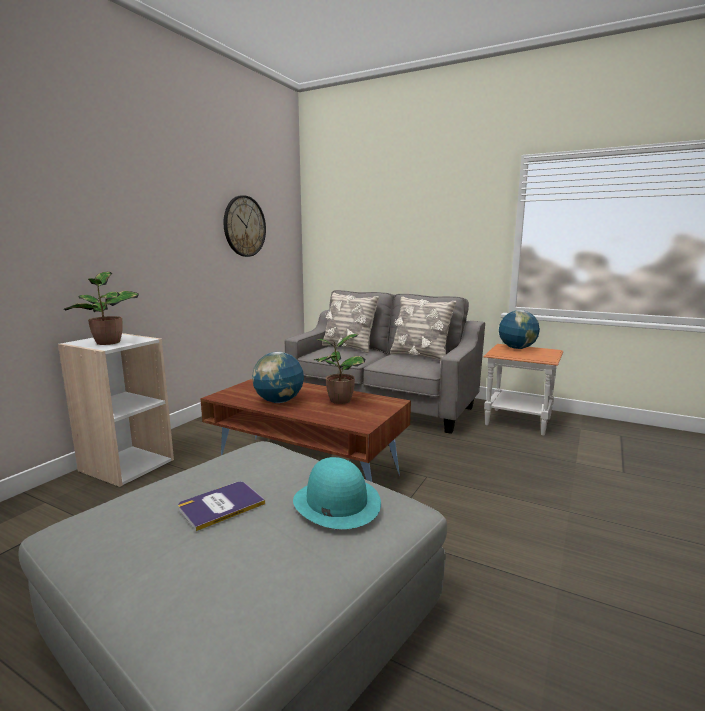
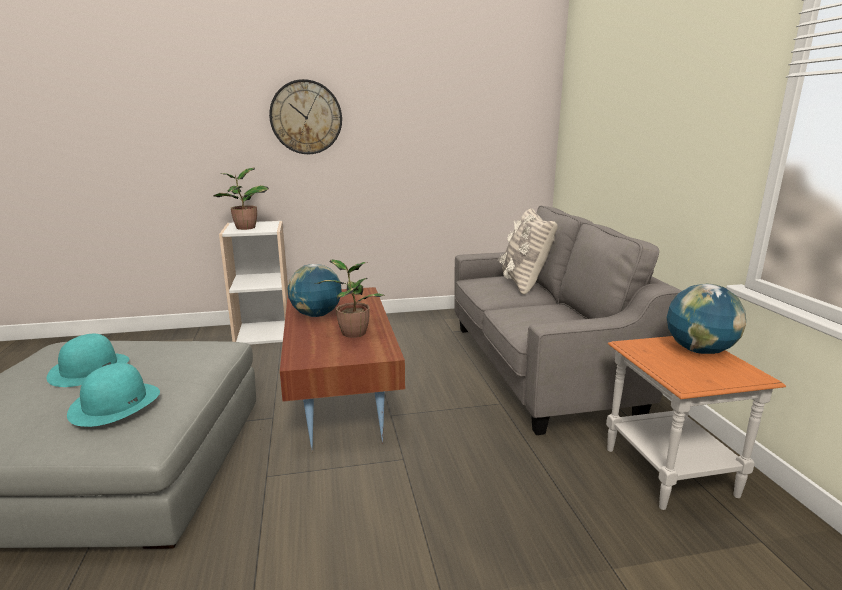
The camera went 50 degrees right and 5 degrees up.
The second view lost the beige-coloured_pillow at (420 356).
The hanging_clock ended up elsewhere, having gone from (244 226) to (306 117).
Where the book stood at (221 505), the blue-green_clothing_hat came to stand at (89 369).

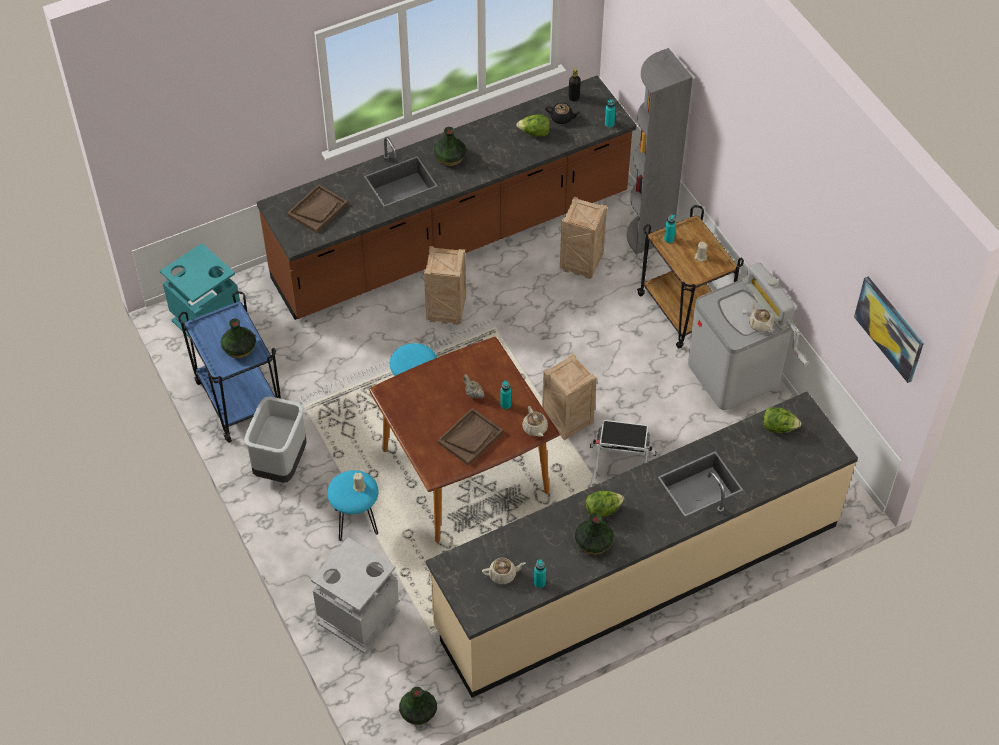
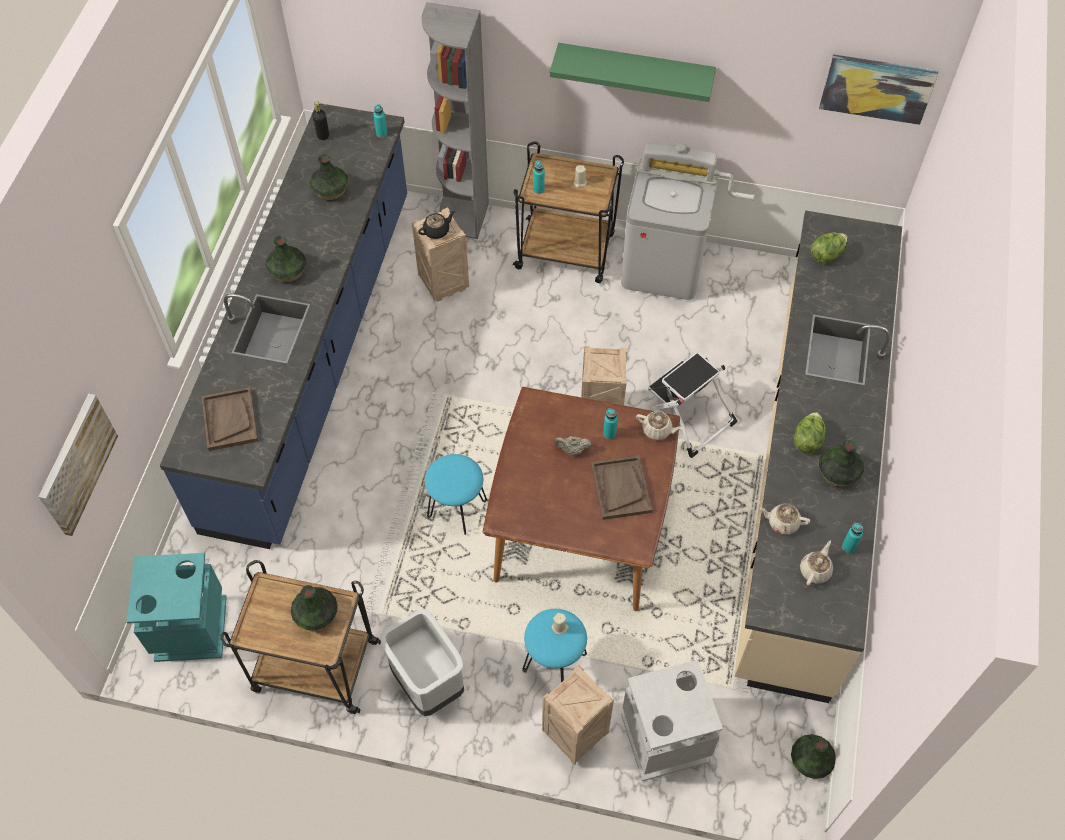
The camera went 50 degrees left and 5 degrees up.
The second view gained the picture at (76 464).
The second view gained the green_bracket_shelf at (635 69).
The crate ended up elsewhere, having gone from (447 311) to (575 732).
The black-coloured_pot_for_tea ended up elsewhere, having gone from (562 118) to (437 231).
The beige-coloured_pot_for_tea ended up elsewhere, having gone from (760 324) to (782 522).
Where the head_of_lettuce stood at (534 133), the vase came to stand at (331 191).
What was the blue_trolley at (239 399) turned into the brown_trolley at (314 665).
What was the brown_kitchen_base_unit at (452 239) turned into the blue_kitchen_base_unit at (313 356).

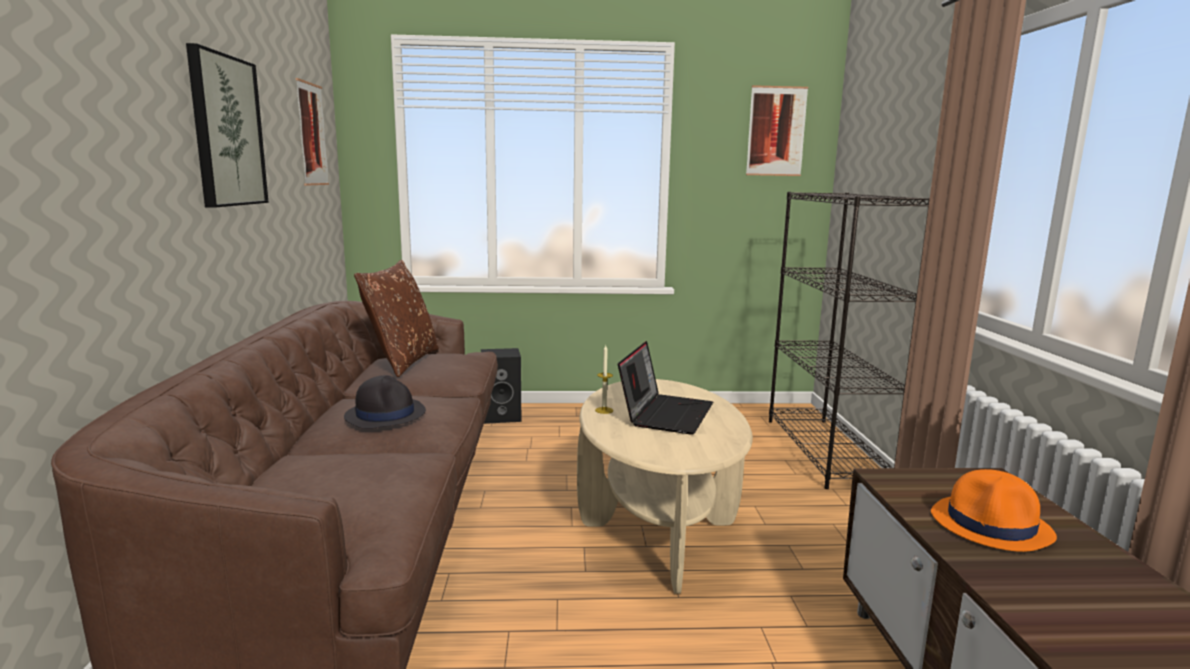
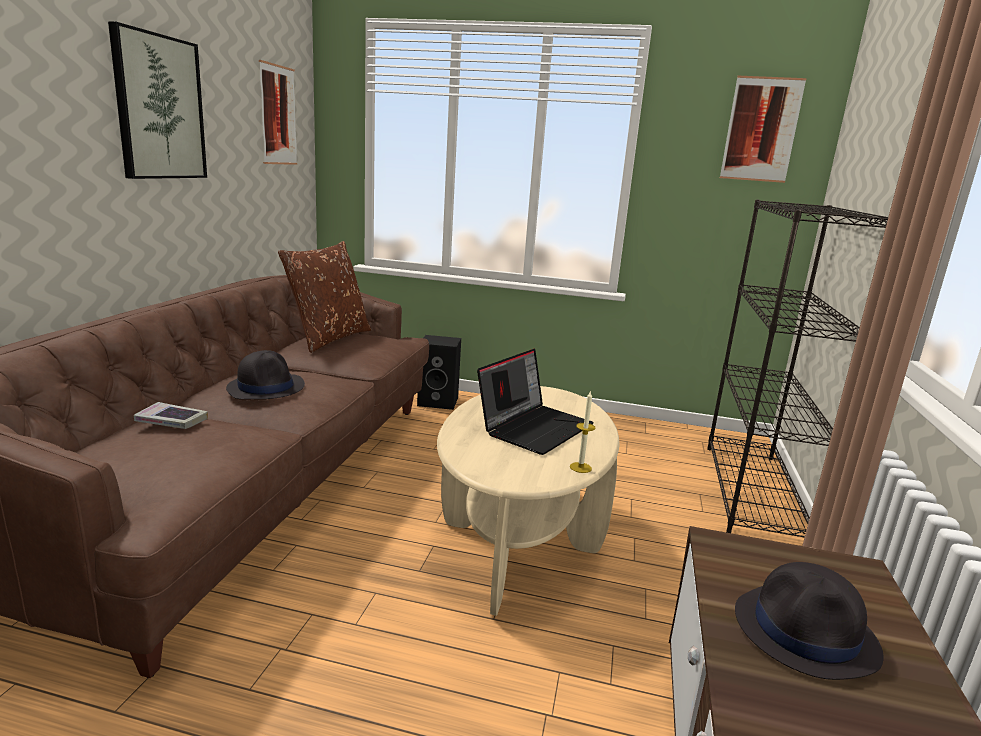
The camera went 15 degrees right and 5 degrees up.
The second view gained the book at (171 421).
The wax_candle ended up elsewhere, having gone from (604 410) to (580 467).
What was the orange_clothing_hat at (991 525) turned into the black-coloured_clothing_hat at (806 632).

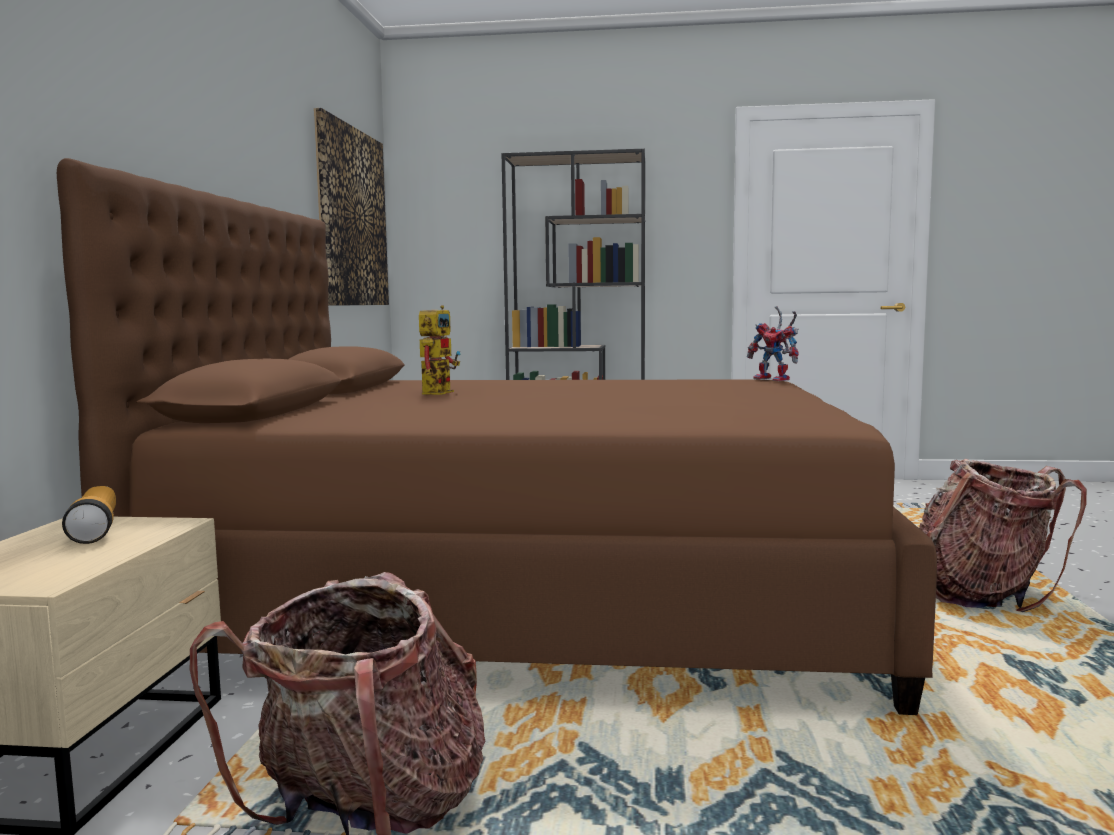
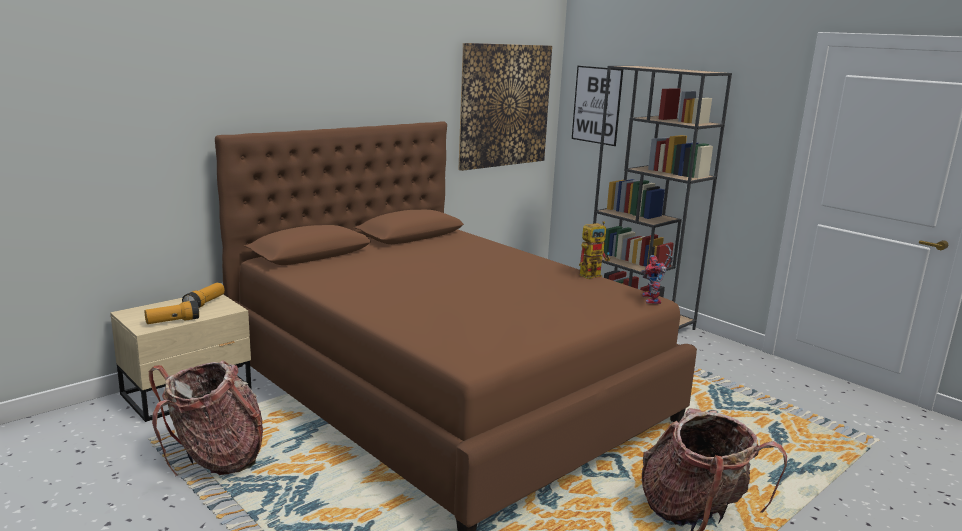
The camera went 40 degrees right and 10 degrees up.
The second view gained the hand_torch at (173 321).
The second view gained the picture at (596 105).
The model_robot ended up elsewhere, having gone from (438 392) to (593 274).

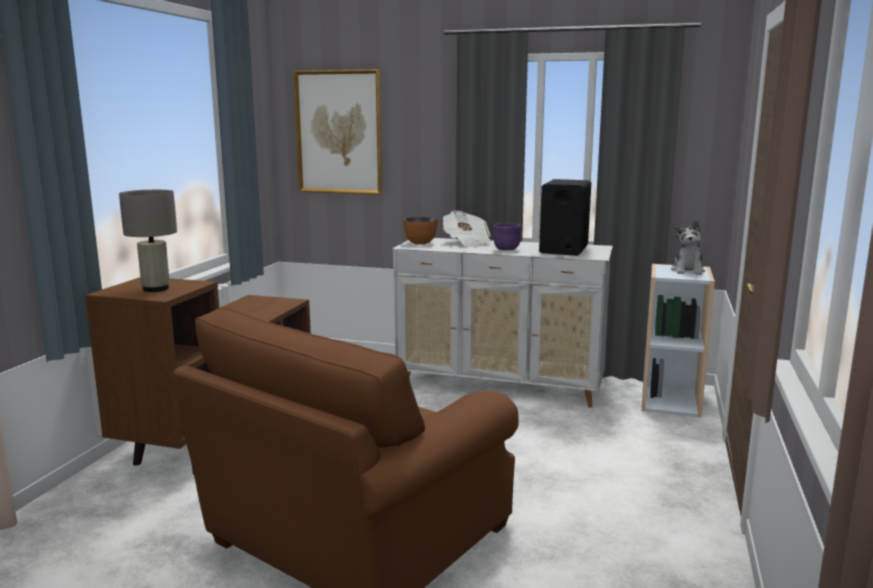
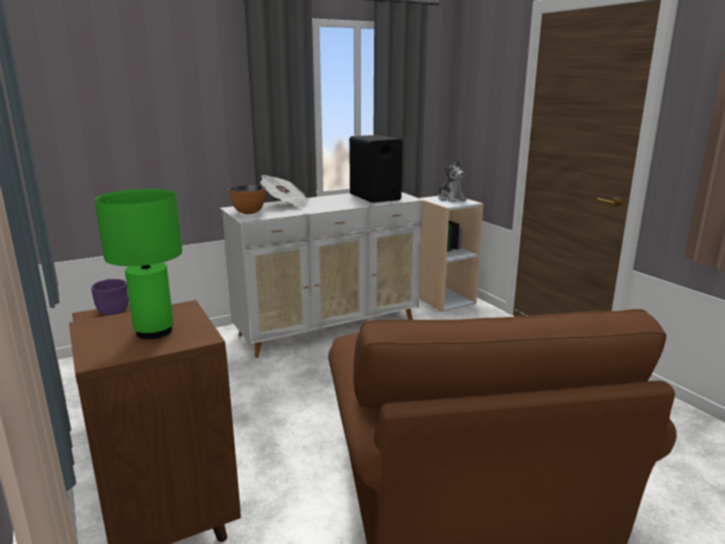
The camera went 45 degrees left and 5 degrees up.
The second view lost the picture at (339 132).
The purple_bowl ended up elsewhere, having gone from (506 249) to (112 312).
What was the greyish_table_lamp at (156 289) turned into the green_table_lamp at (155 331).

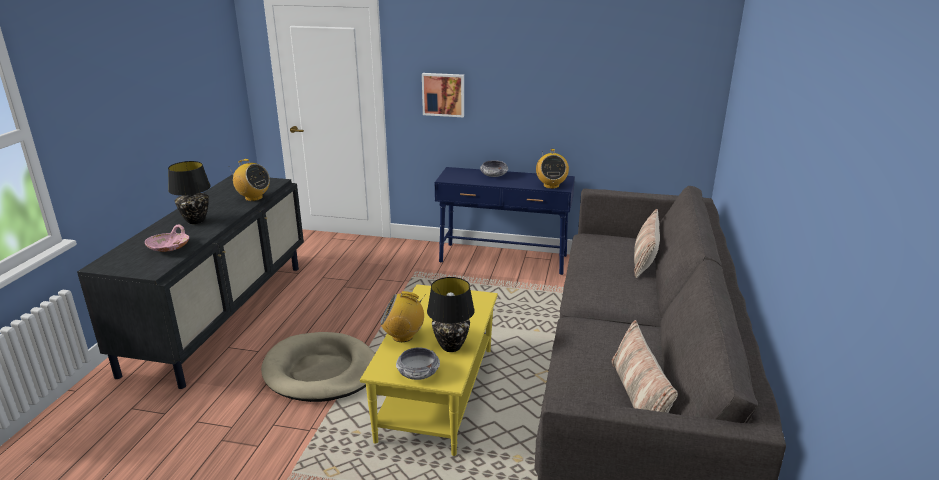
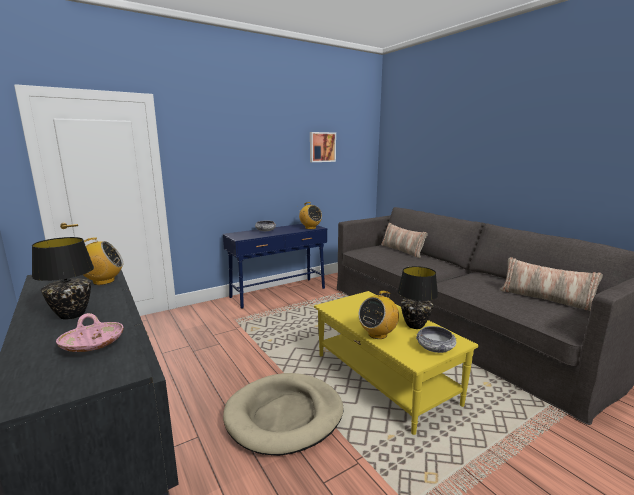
The camera went 45 degrees left and 10 degrees down.
The picture ended up elsewhere, having gone from (443 94) to (322 147).

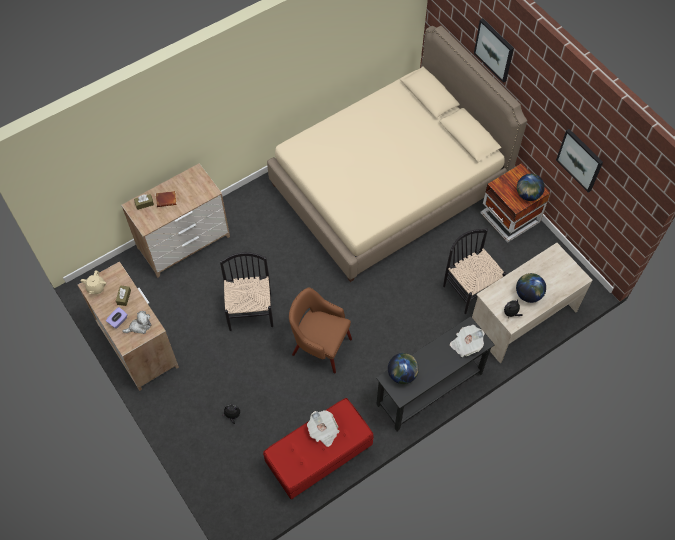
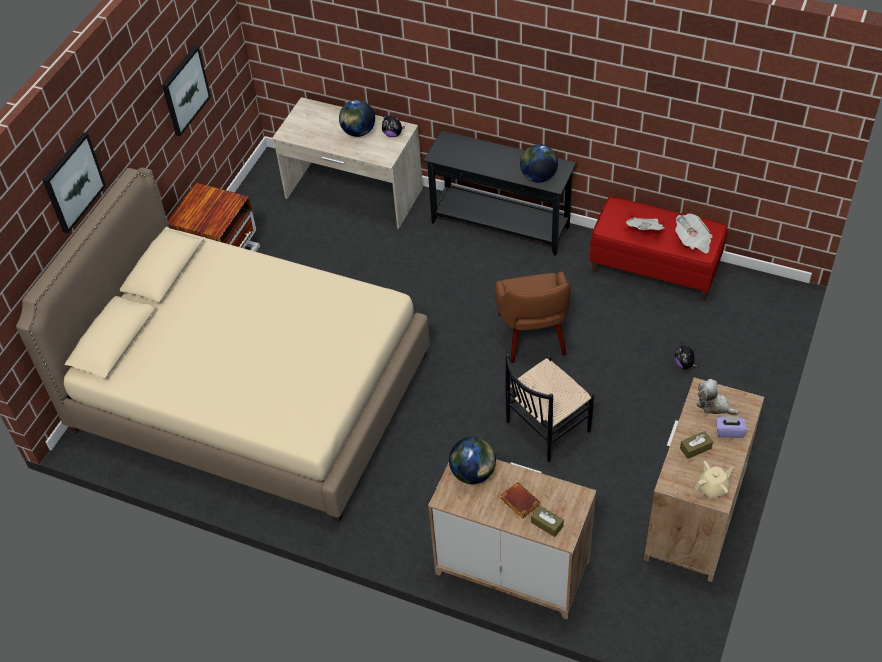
The camera went 120 degrees left and 10 degrees down.
The second view lost the black-coloured_upright_chair at (469 288).
The newspaper ended up elsewhere, having gone from (466 344) to (693 241).
The world_globe ended up elsewhere, having gone from (528 195) to (473 473).

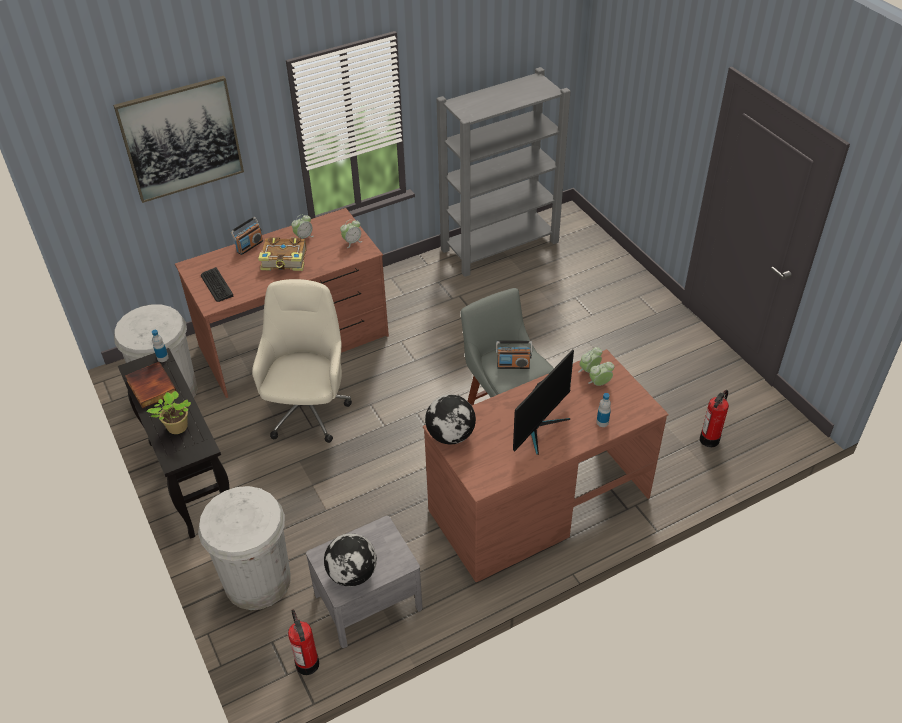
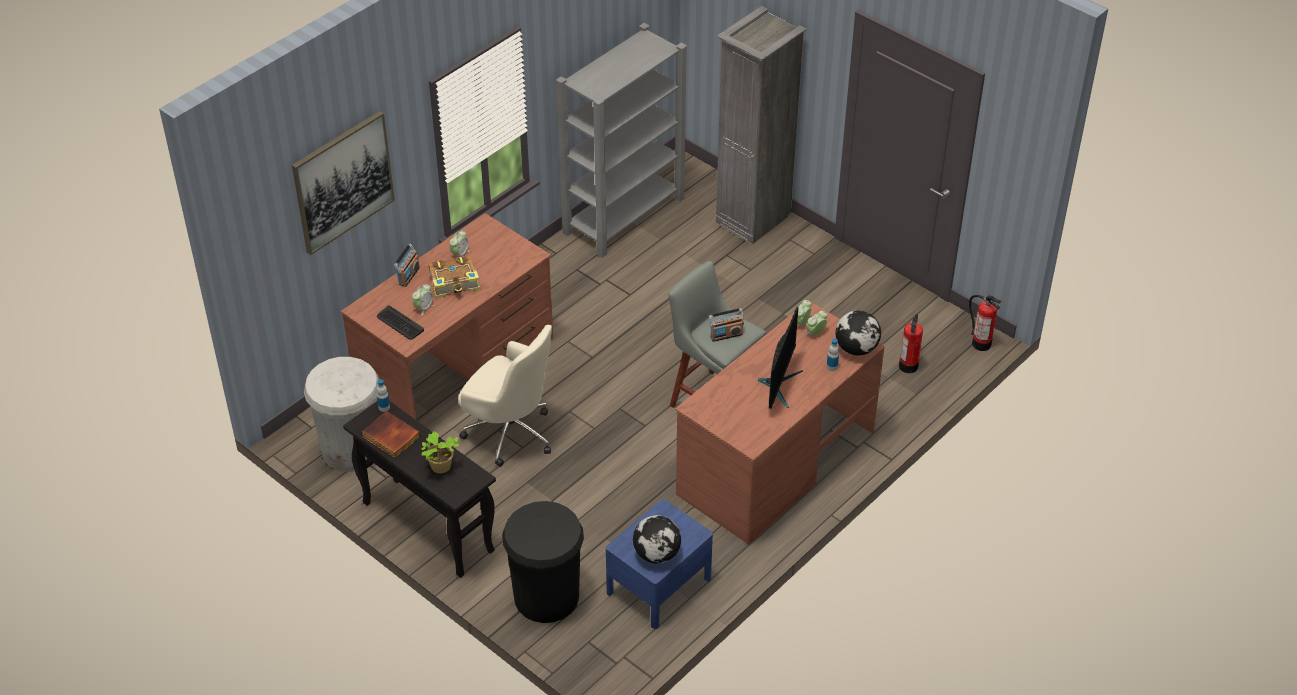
The camera went 20 degrees left and 0 degrees up.
The second view gained the greyish_cabinet at (753 219).
The fire_extinguisher ended up elsewhere, having gone from (307 663) to (981 344).
The bedside_clock ended up elsewhere, having gone from (352 242) to (423 308).
The world_globe ended up elsewhere, having gone from (451 435) to (857 348).
What was the white-coloured_trash_can at (257 581) turned into the black-coloured_trash_can at (546 596).
What was the greyish_nightstand at (368 601) turned into the blue_nightstand at (659 586).
The beige-coloured_office_chair at (308 412) ended up facing another way, 135 degrees clockwise from before.

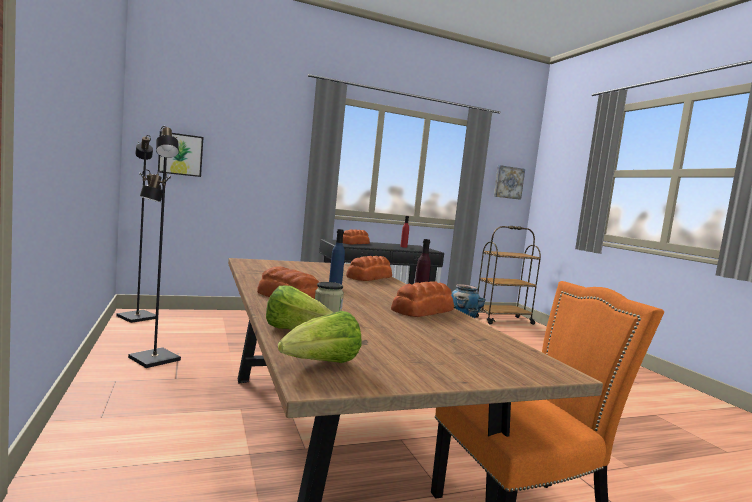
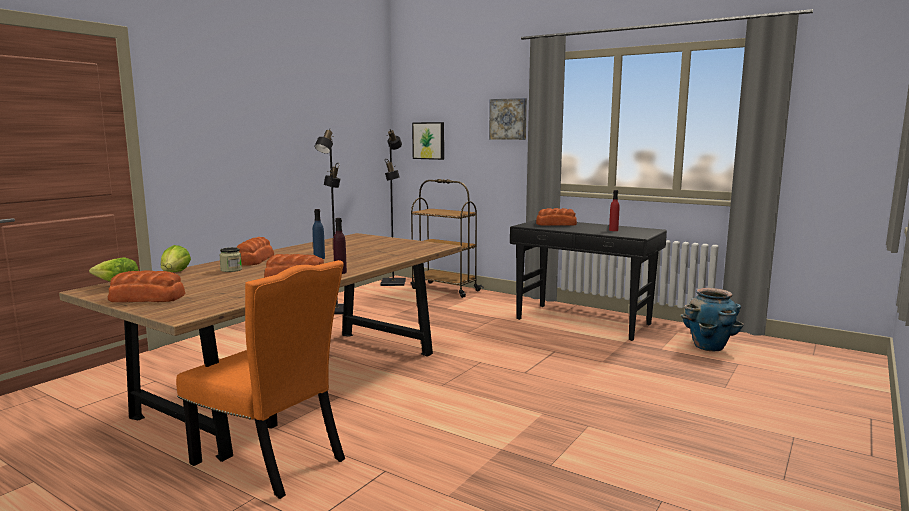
The camera went 55 degrees right and 5 degrees up.
The bread ended up elsewhere, having gone from (368 277) to (146 298).
The brown_trolley ended up elsewhere, having gone from (502 320) to (444 289).
The picture ended up elsewhere, having gone from (508 182) to (508 119).

